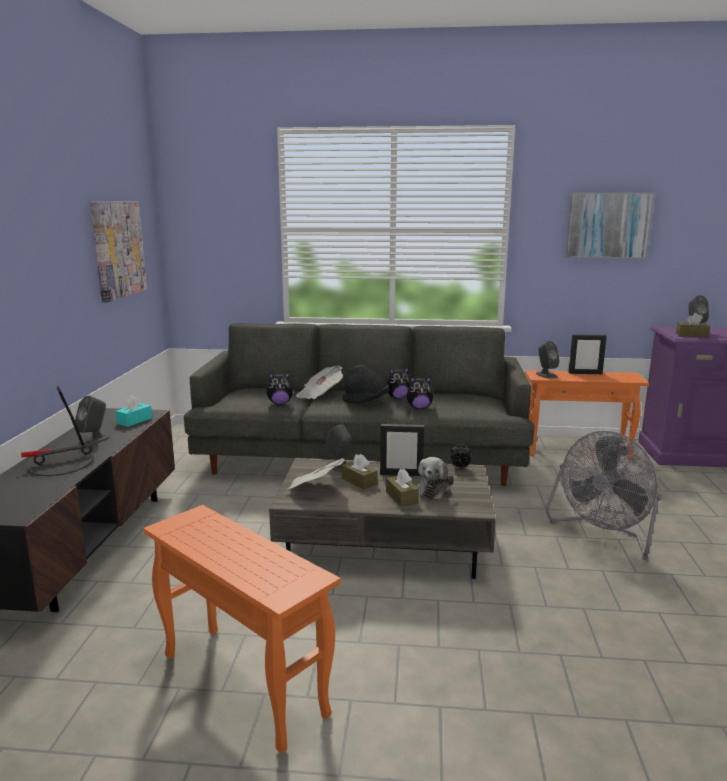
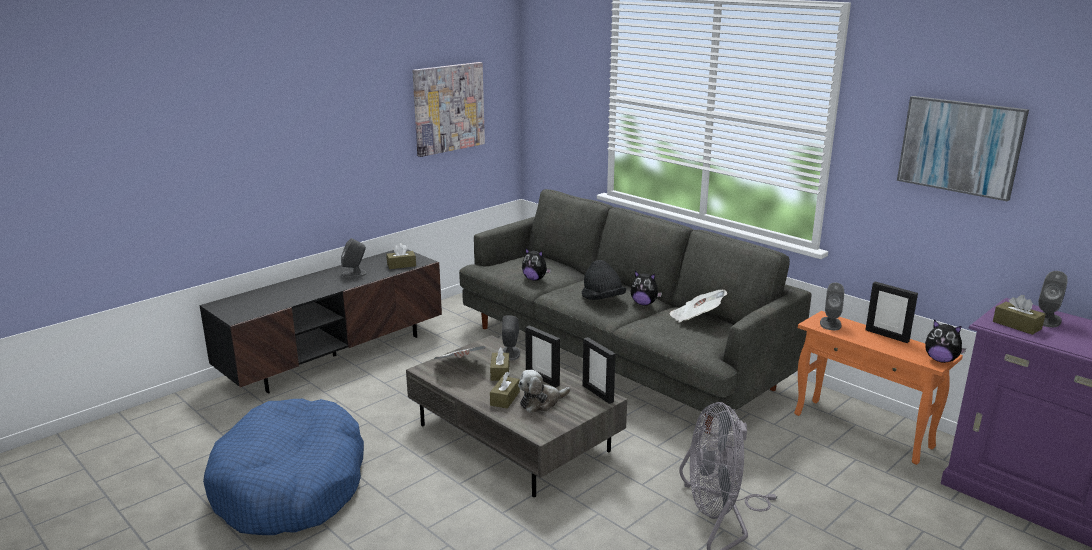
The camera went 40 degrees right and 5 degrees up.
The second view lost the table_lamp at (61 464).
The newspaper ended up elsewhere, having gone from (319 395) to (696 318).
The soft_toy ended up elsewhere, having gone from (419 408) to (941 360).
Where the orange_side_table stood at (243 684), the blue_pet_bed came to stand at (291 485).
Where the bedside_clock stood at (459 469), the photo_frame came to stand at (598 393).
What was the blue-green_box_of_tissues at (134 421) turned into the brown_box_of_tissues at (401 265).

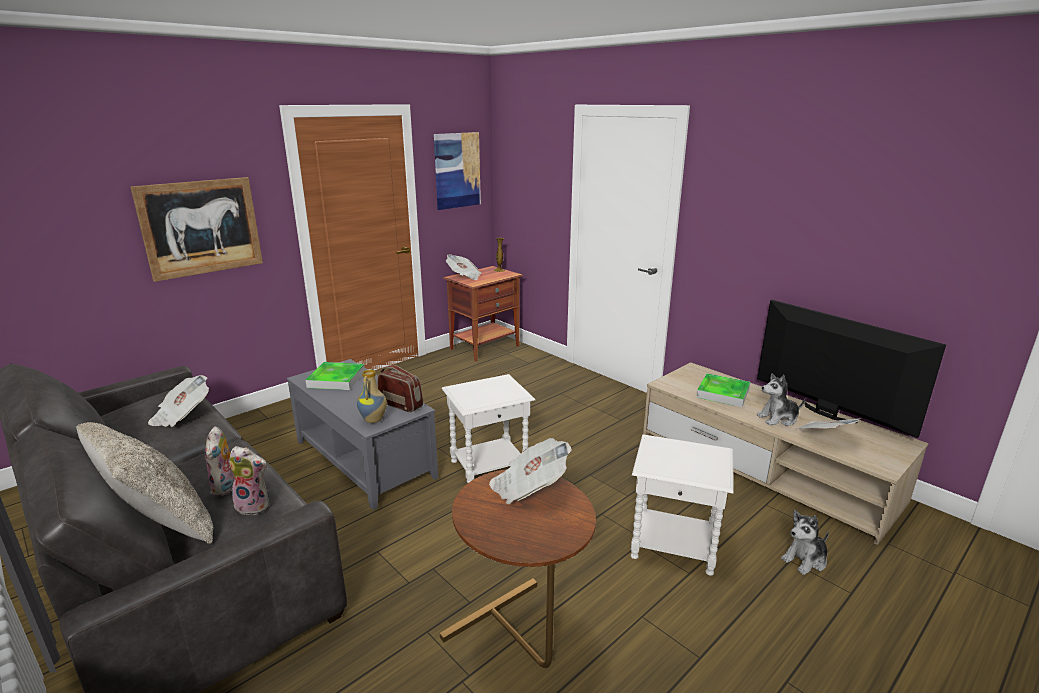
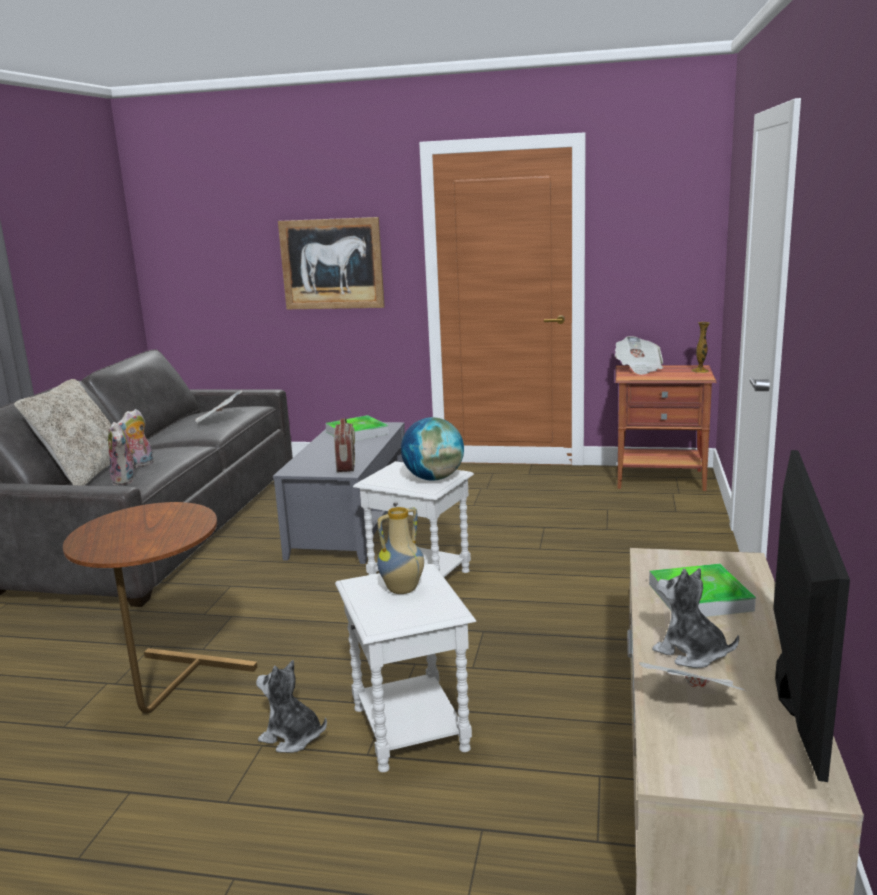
The camera went 55 degrees right and 5 degrees down.
The second view lost the picture at (457 170).
The second view lost the newspaper at (529 487).
The second view gained the world_globe at (434 478).
The vase ended up elsewhere, having gone from (374 420) to (402 590).
The soft_toy ended up elsewhere, having gone from (805 560) to (292 737).

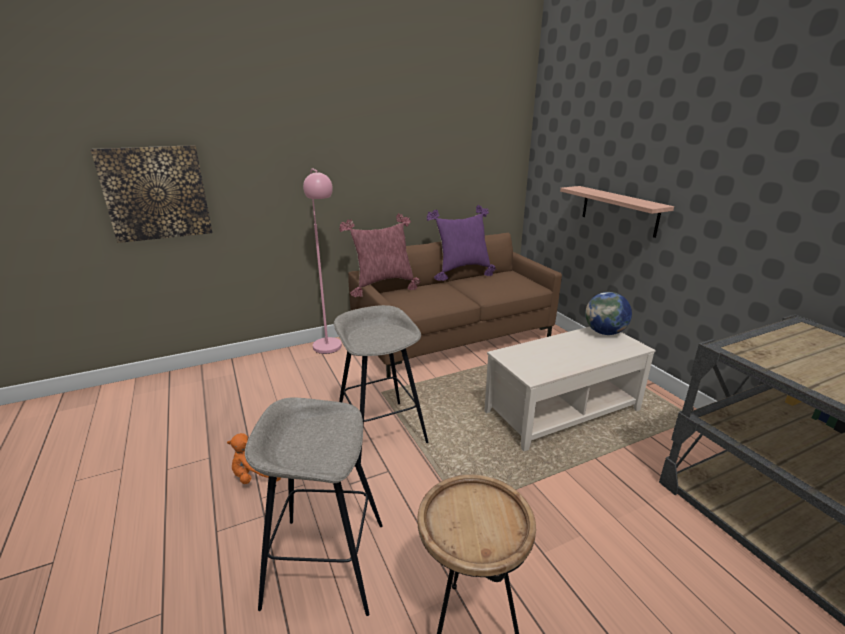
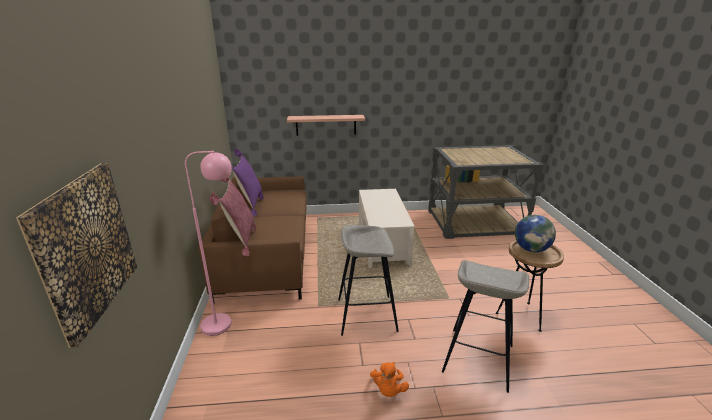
The camera went 70 degrees left and 0 degrees up.
The world_globe ended up elsewhere, having gone from (604 332) to (531 249).

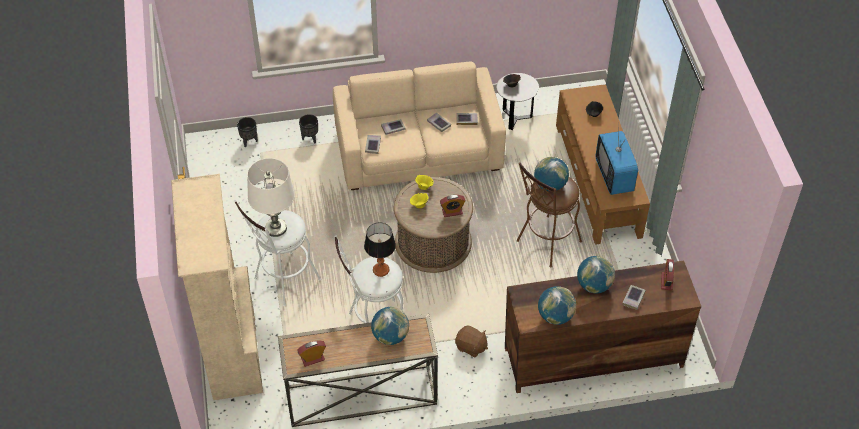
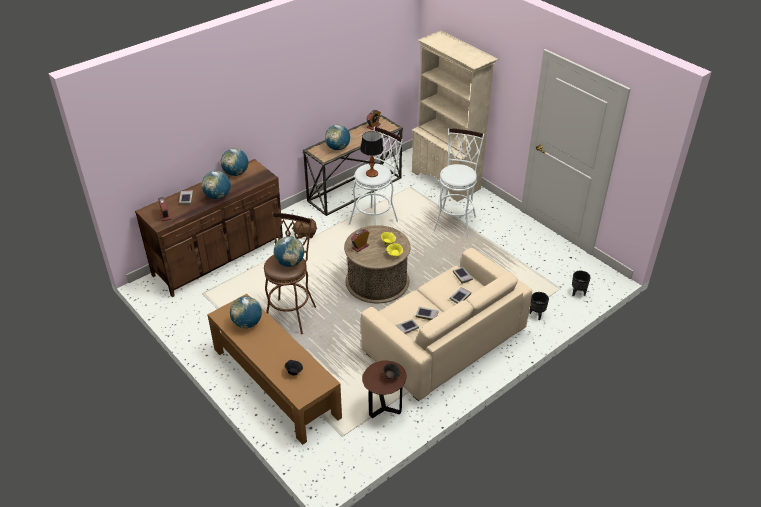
The camera went 150 degrees right and 10 degrees down.
The second view lost the white-coloured_table_lamp at (276 228).
Where the TV_set stood at (614 176), the world_globe came to stand at (247 323).
What was the greyish_side_table at (515 119) turned into the brown_side_table at (384 408).

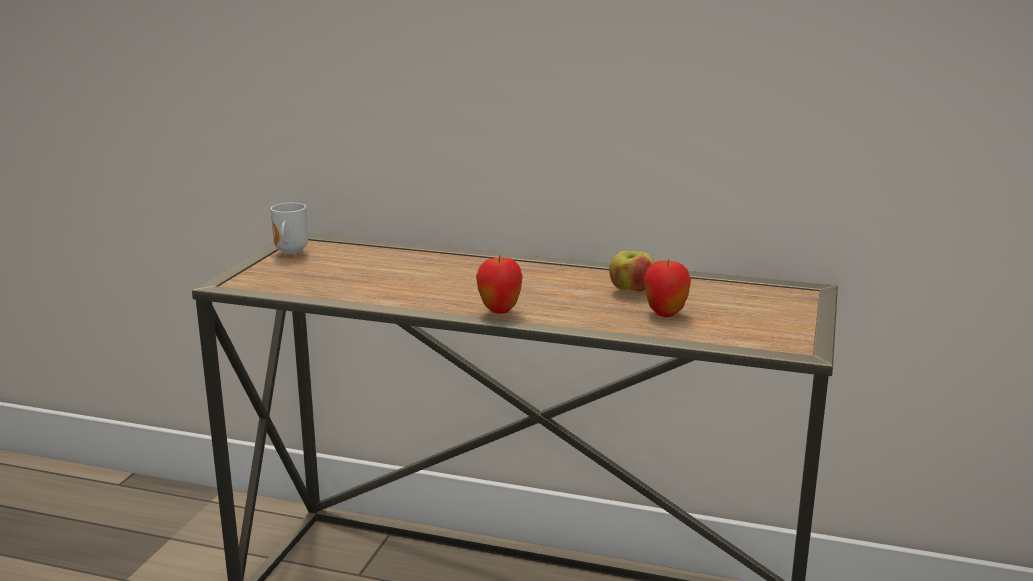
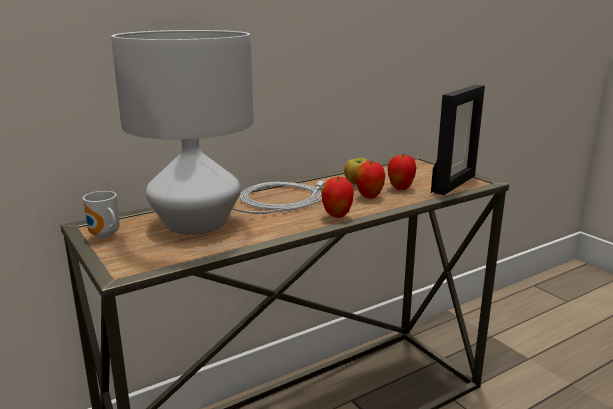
The camera went 50 degrees left and 0 degrees up.
The second view gained the greyish_table_lamp at (232 211).
The second view gained the apple_fruit at (369 197).
The second view gained the photo_frame at (453 183).

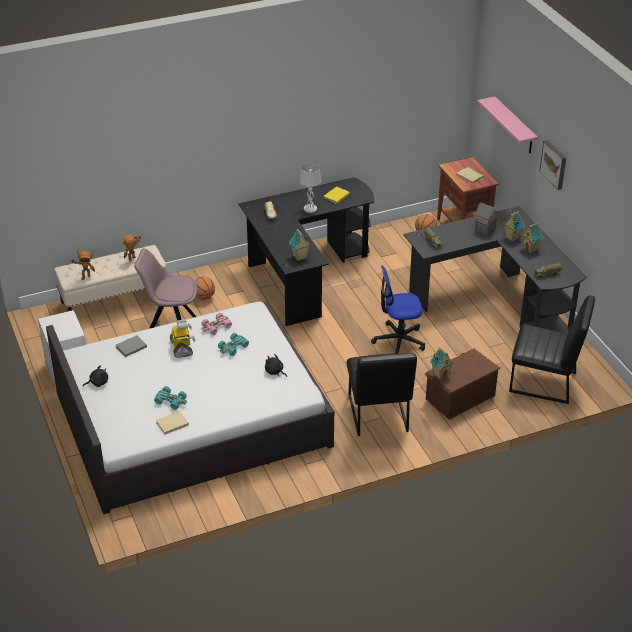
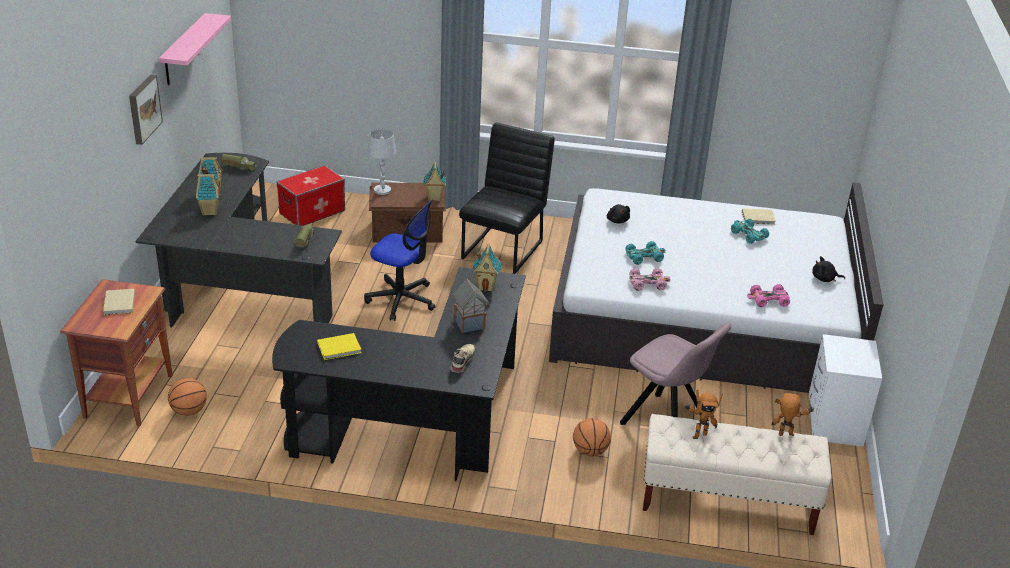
The camera went 150 degrees left and 5 degrees down.
The second view lost the model_robot at (182 348).
The white-coloured_table_lamp ended up elsewhere, having gone from (310 209) to (382 190).
The miniature_house ended up elsewhere, having gone from (484 229) to (470 325).
The pink_bracket_shelf ended up elsewhere, having gone from (514 126) to (184 50).
Where the greyish_book stood at (130 347), the pink_miniature_car came to stand at (768 300).
Where the black-coloured_upright_chair stood at (545 383), the storage_container came to stand at (312 211).

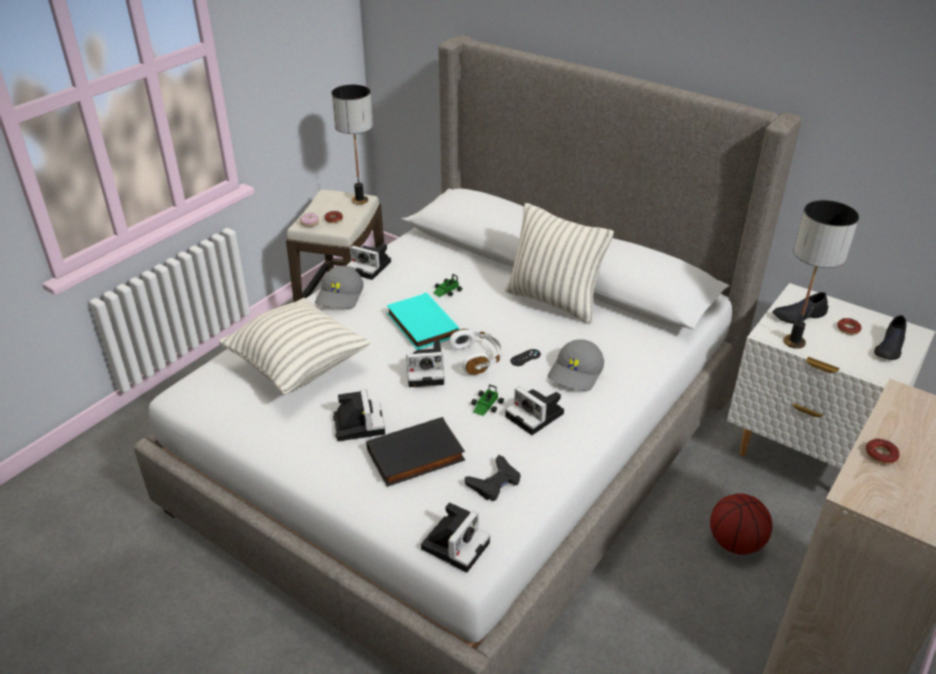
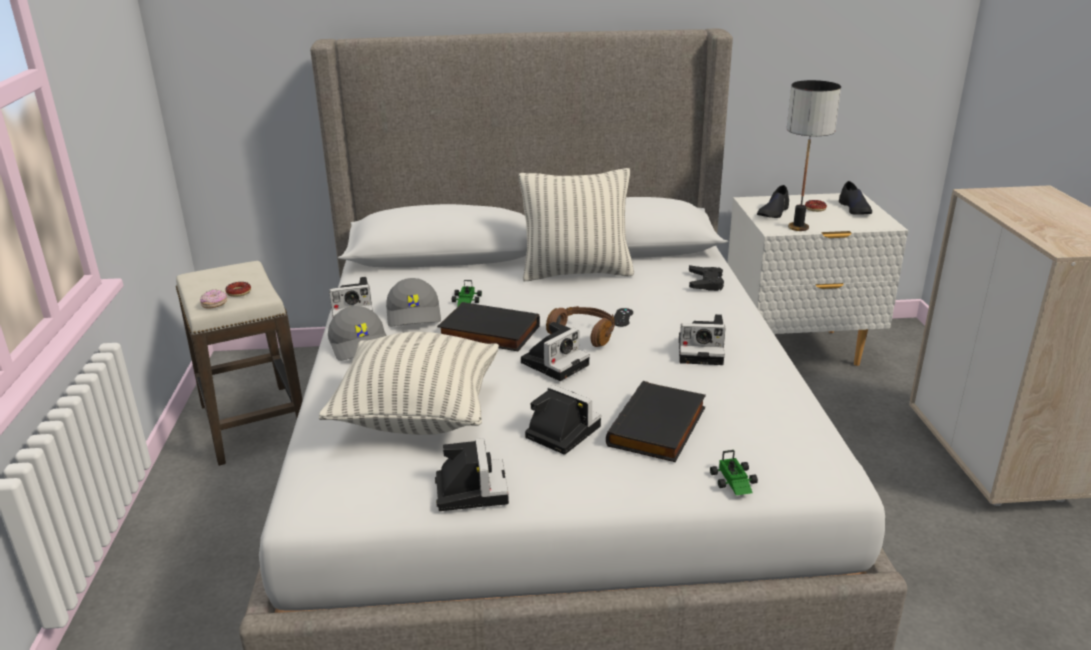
The camera went 40 degrees left and 10 degrees down.
The second view lost the table_lamp at (360 200).
The second view lost the ball_for_basketball at (736 543).
The second view lost the ring_doughnut at (880 455).
The still_camera ended up elsewhere, having gone from (456 543) to (470 489).
The black-coloured_game_controller ended up elsewhere, having gone from (494 483) to (705 282).
The miniature_car ended up elsewhere, having gone from (485 405) to (735 481).
The greyish_peaked_cap ended up elsewhere, having gone from (576 373) to (414 315).
What was the blue-green_book at (420 325) turned into the black-coloured_book at (487 333).
What was the white-coloured_headset at (477 358) turned into the brown_headset at (584 334).

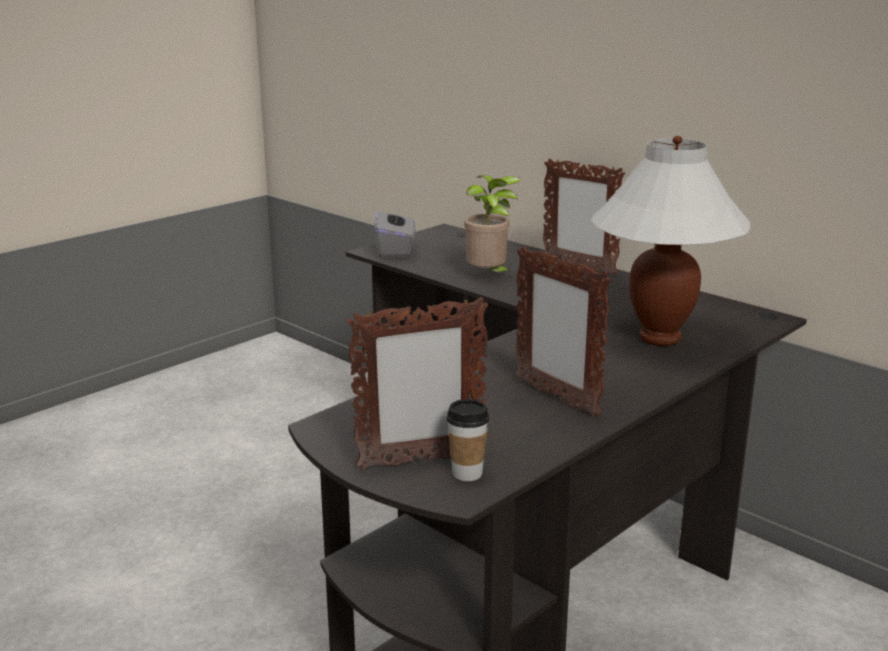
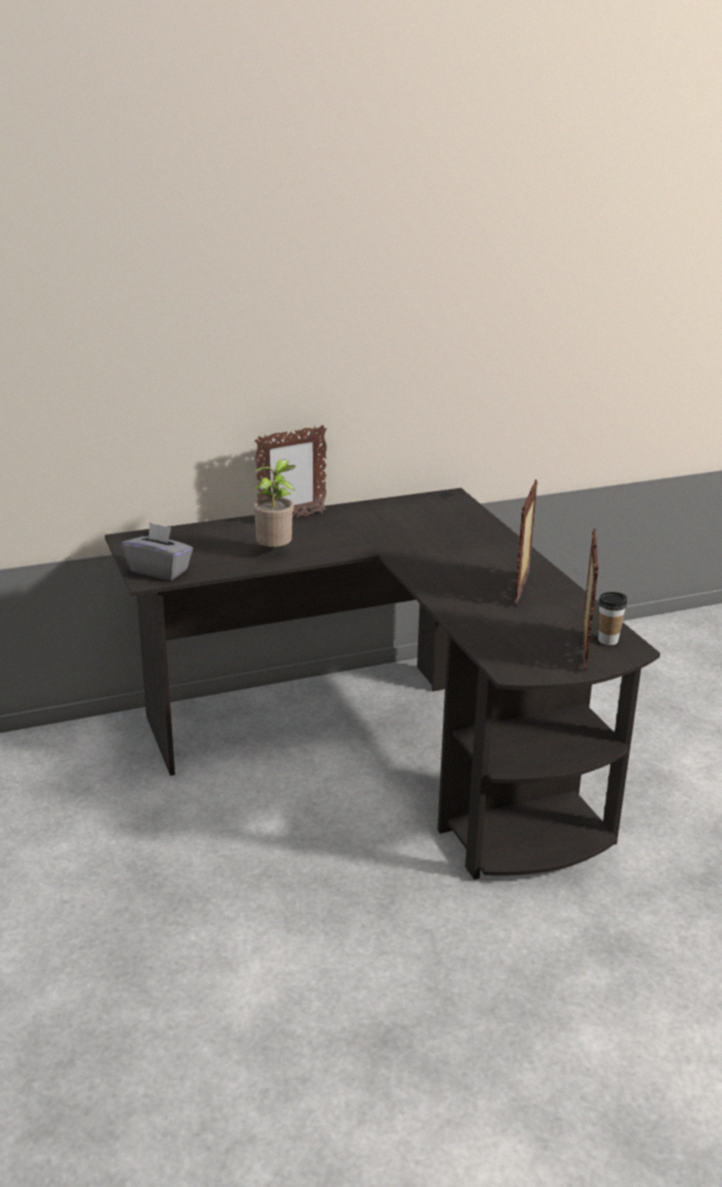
The camera went 65 degrees left and 5 degrees up.
The second view lost the white-coloured_table_lamp at (659 339).
The photo_frame at (556 398) ended up facing another way, 120 degrees clockwise from before.

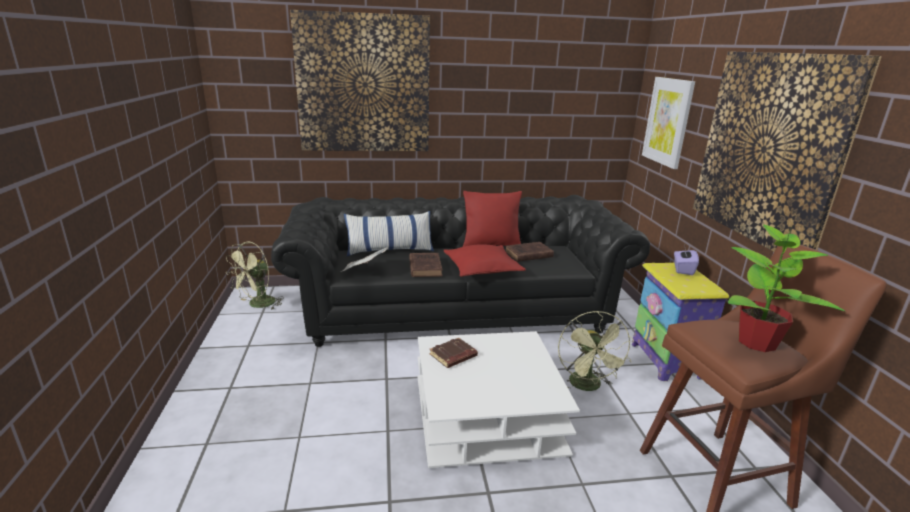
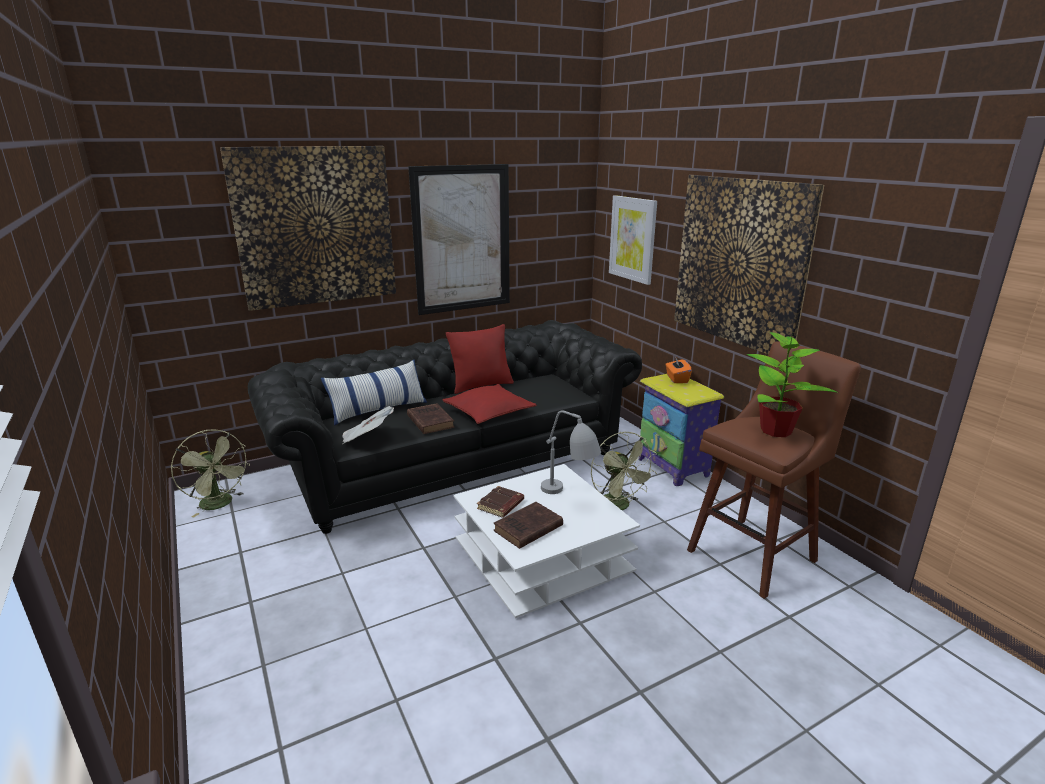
The camera went 20 degrees left and 0 degrees up.
The second view gained the picture at (462 239).
The second view gained the greyish_table_lamp at (569 498).
The brown_book ended up elsewhere, having gone from (527 254) to (527 529).
What was the purple_box_of_tissues at (683 269) turned into the orange_box_of_tissues at (676 379).
The green_electric_fan at (257 305) ended up facing another way, 60 degrees counterclockwise from before.

